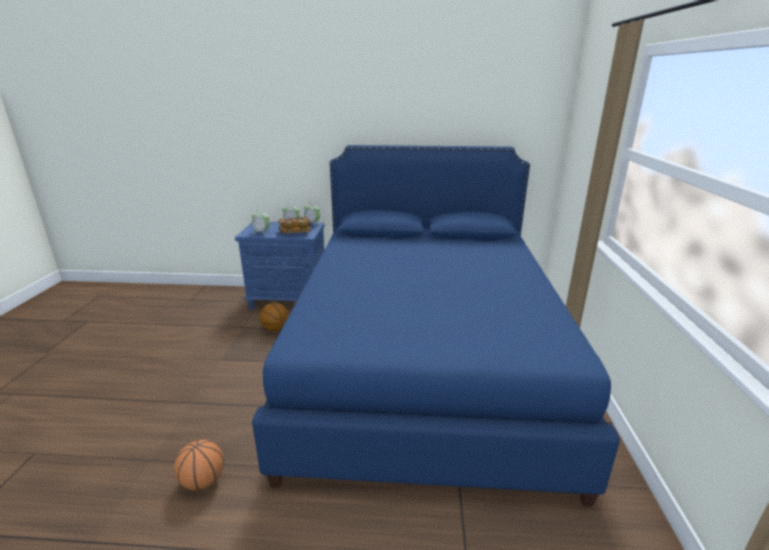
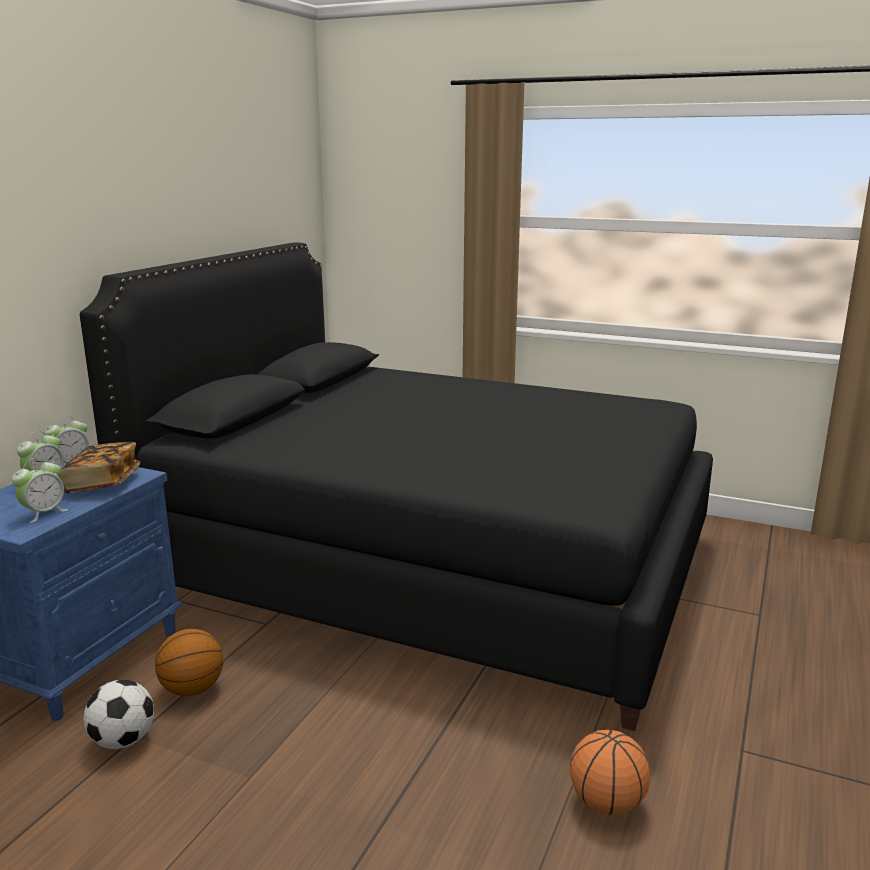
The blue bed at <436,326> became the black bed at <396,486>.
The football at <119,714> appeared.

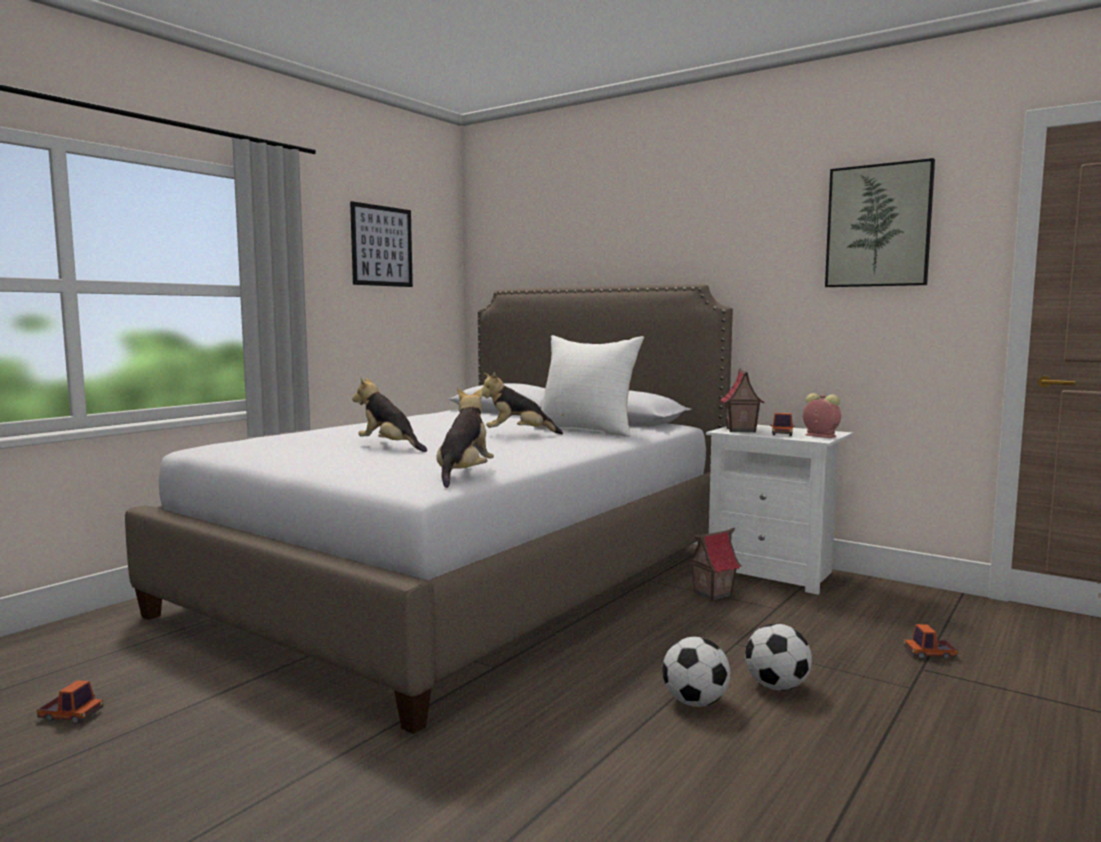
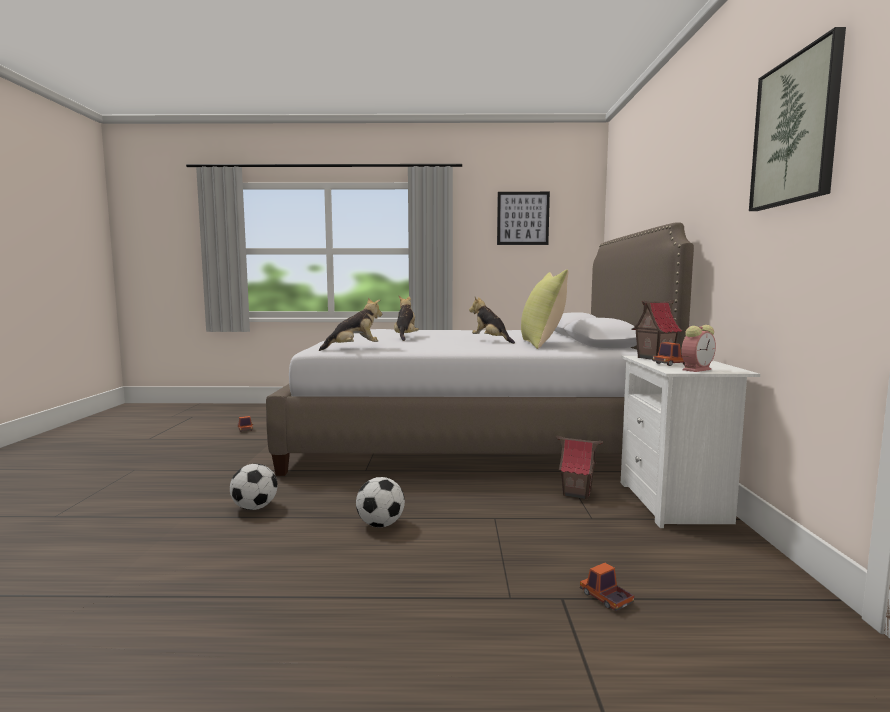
The football moved from <778,657> to <254,487>.
The white pillow at <589,386> became the yellow pillow at <545,309>.
The alarm clock at <822,415> turned 45 degrees clockwise.

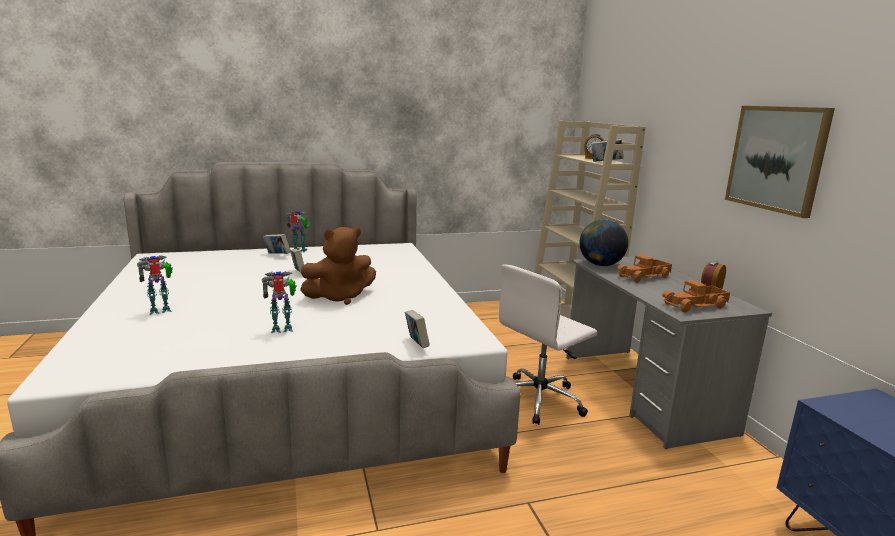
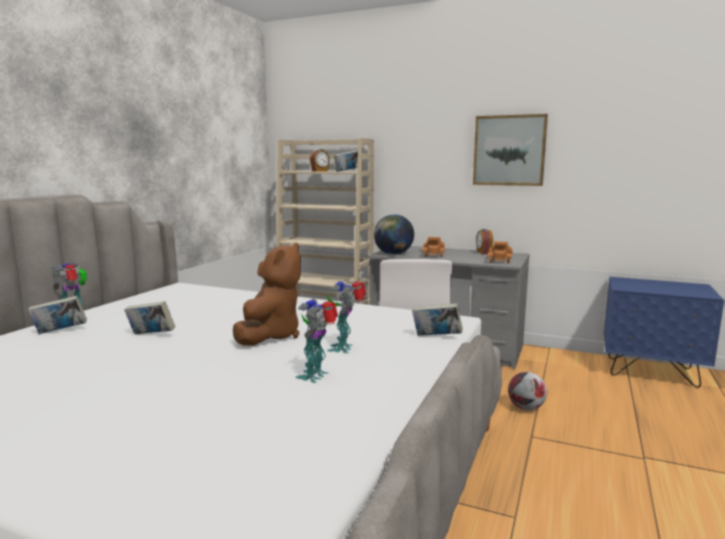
The toy robot moved from <155,285> to <346,317>.
The football at <527,391> appeared.

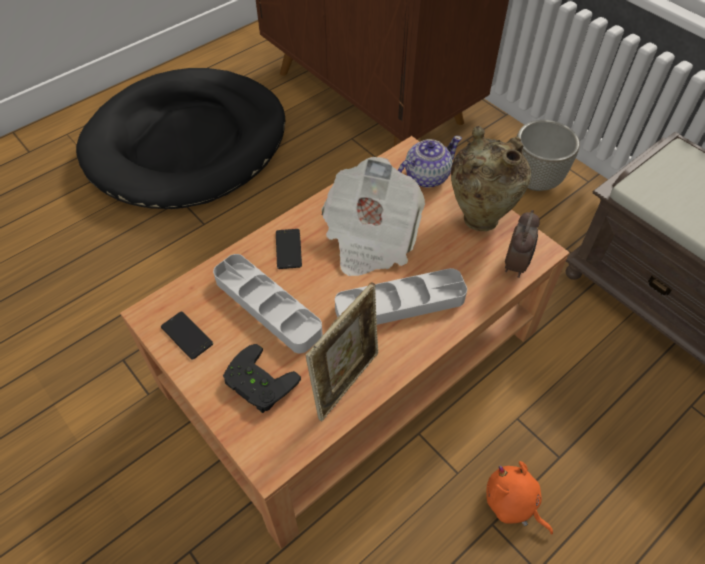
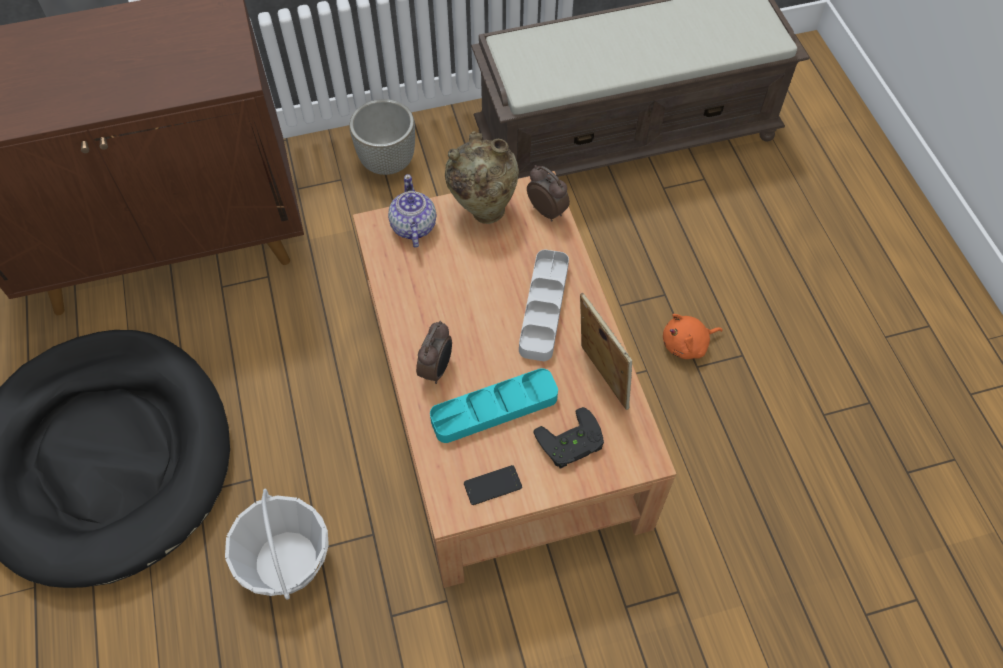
The basket at <277,544> appeared.
The phone at <289,249> was replaced by the alarm clock at <434,352>.
The grey tray at <268,303> became the turquoise tray at <494,405>.
The newspaper at <373,216> disappeared.

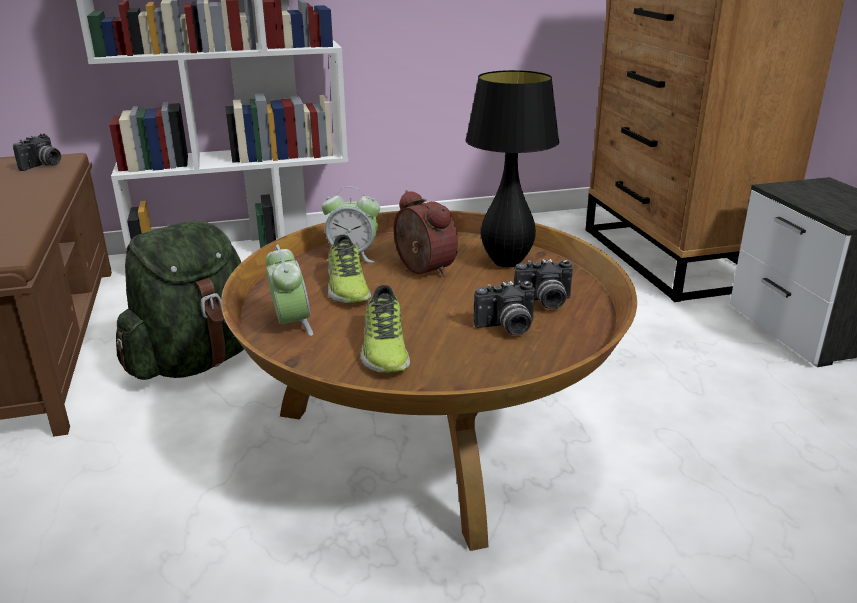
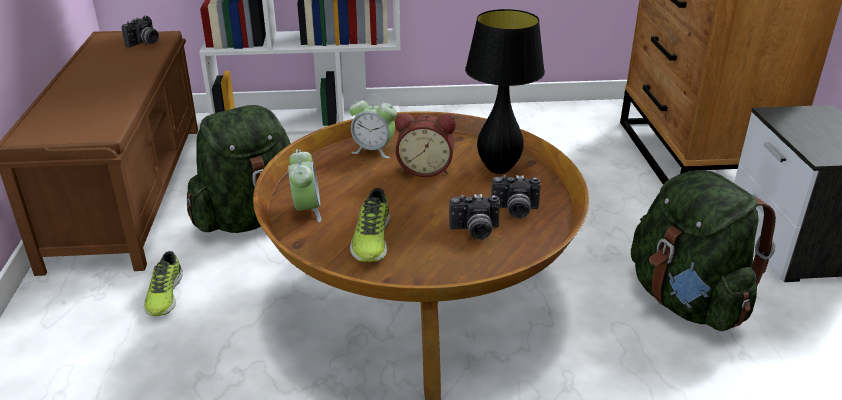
The shoe moved from <349,269> to <163,283>.
The alarm clock at <426,233> turned 120 degrees clockwise.
The green backpack at <703,250> appeared.

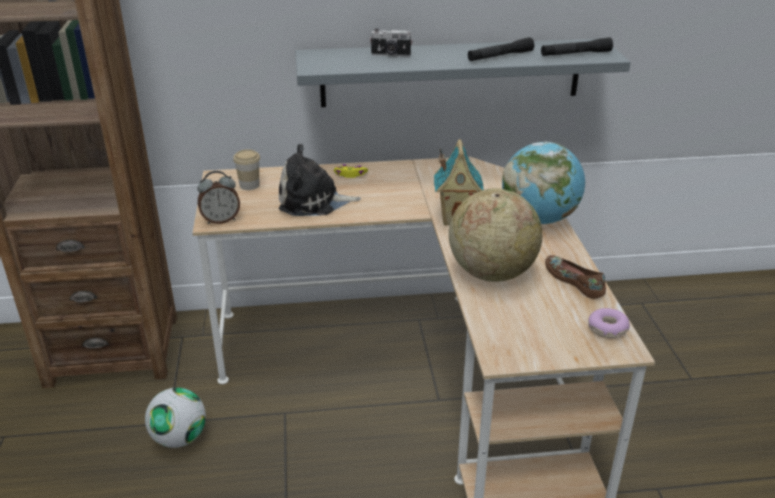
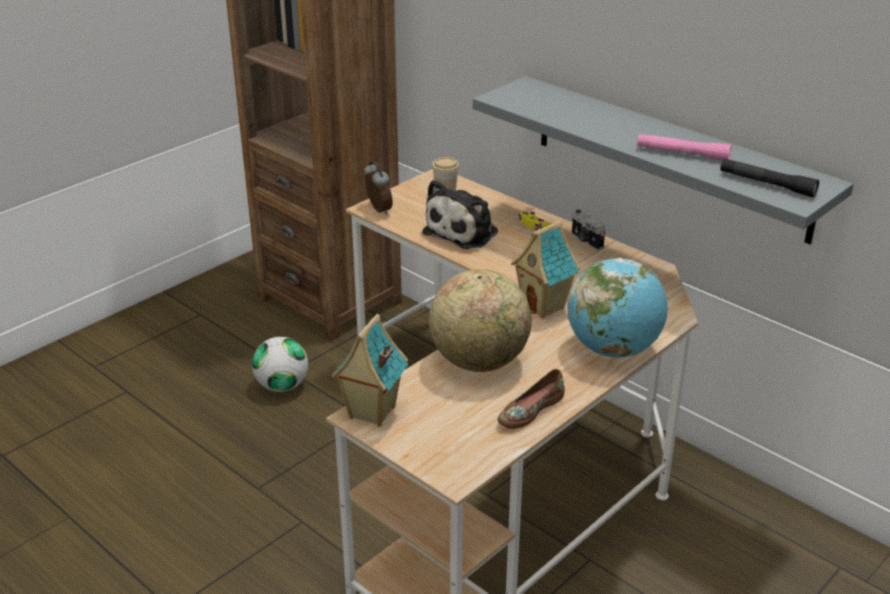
The toy house at <370,370> appeared.
The alarm clock at <218,197> turned 150 degrees counterclockwise.
The plush toy at <320,180> turned 105 degrees counterclockwise.
The brown shoe at <575,277> turned 150 degrees counterclockwise.
The photo camera moved from <391,42> to <588,230>.
The black flashlight at <501,49> became the pink flashlight at <684,147>.
The donut at <609,323> disappeared.

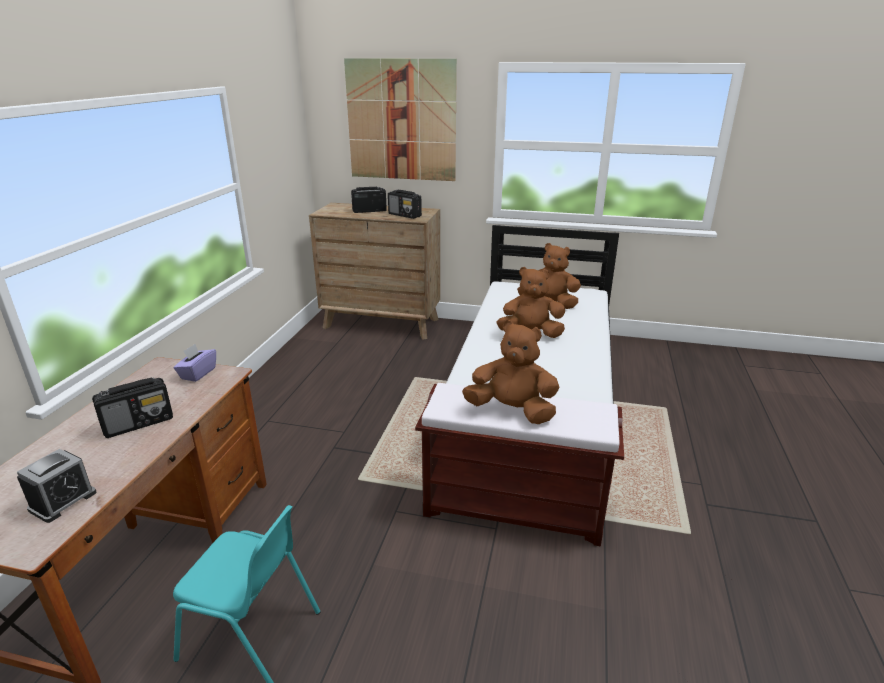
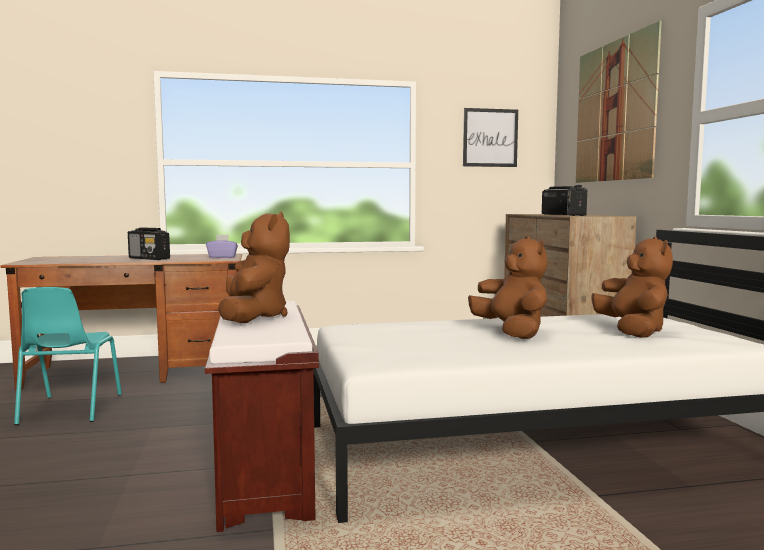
The picture at <490,137> appeared.
The alarm clock at <56,486> disappeared.

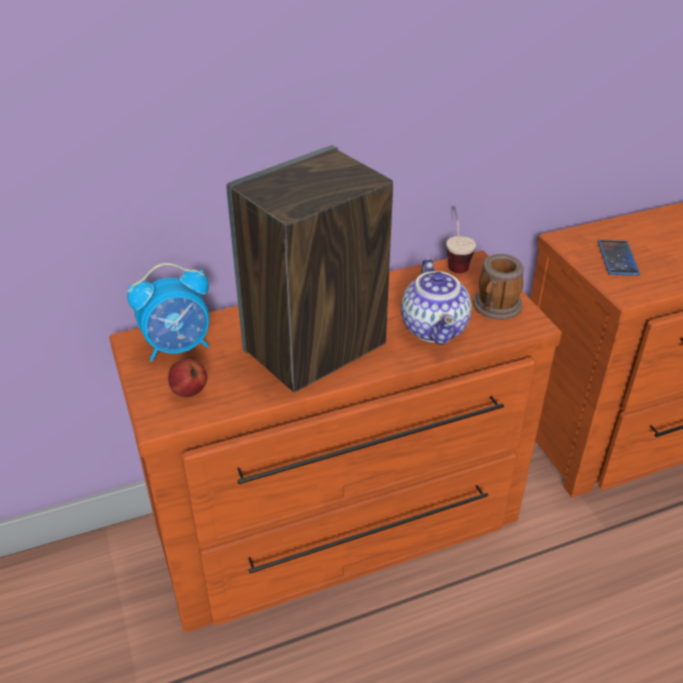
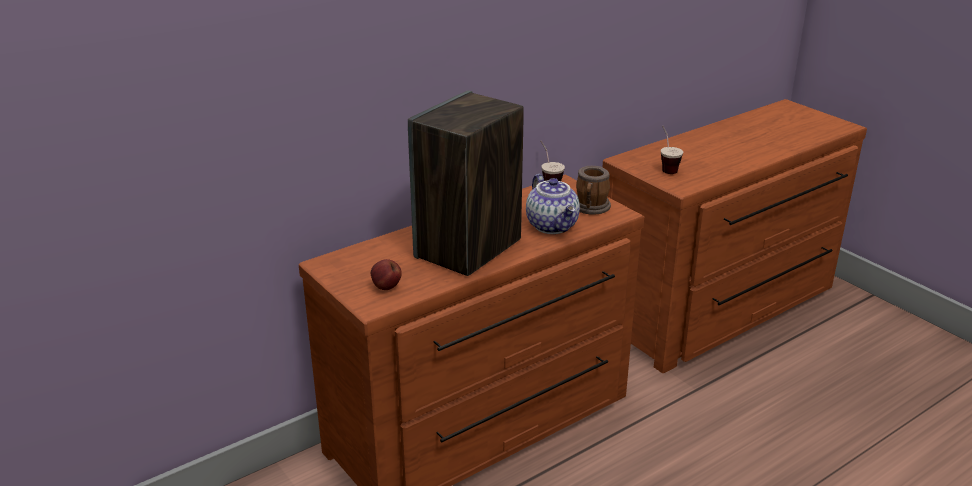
The phone at <619,258> was replaced by the cup at <672,150>.
The alarm clock at <168,312> disappeared.

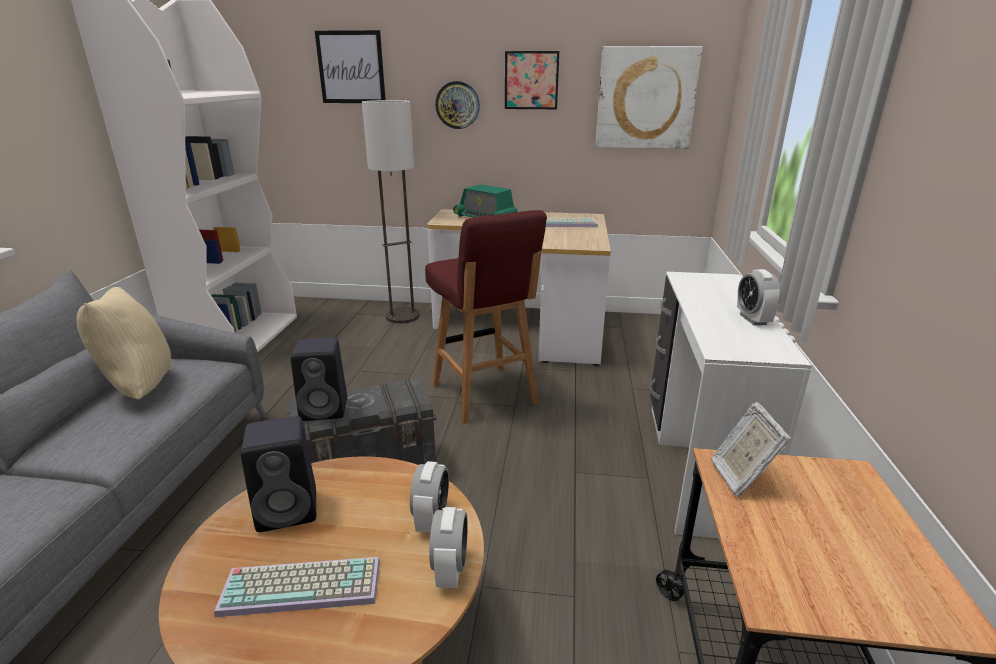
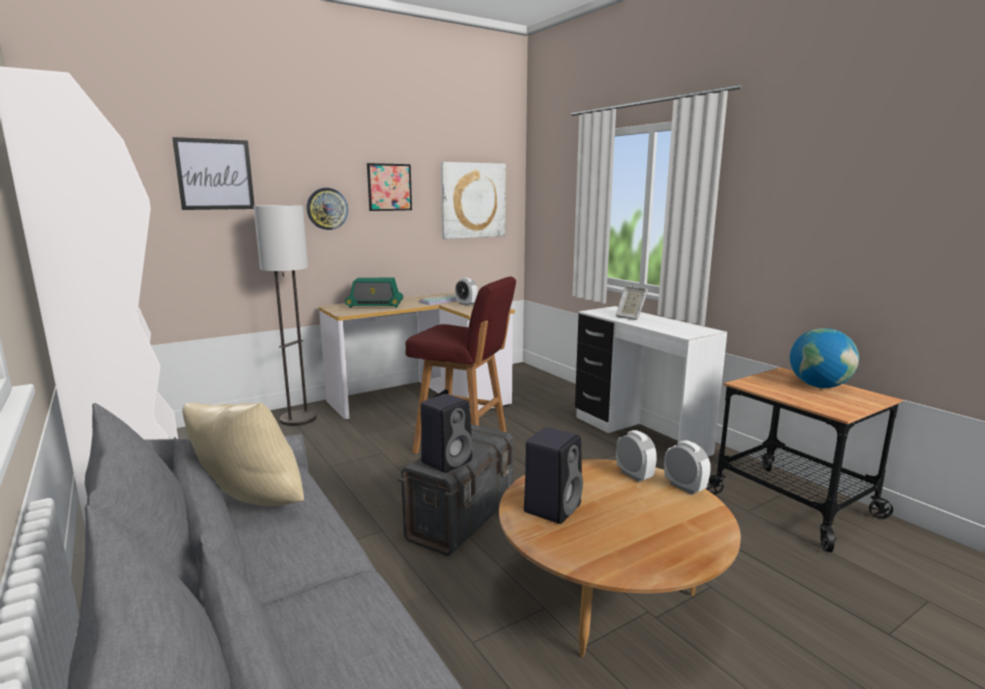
The alarm clock moved from <759,297> to <466,292>.
The picture frame moved from <751,449> to <632,303>.
The globe at <824,358> appeared.
The keyboard at <297,587> disappeared.

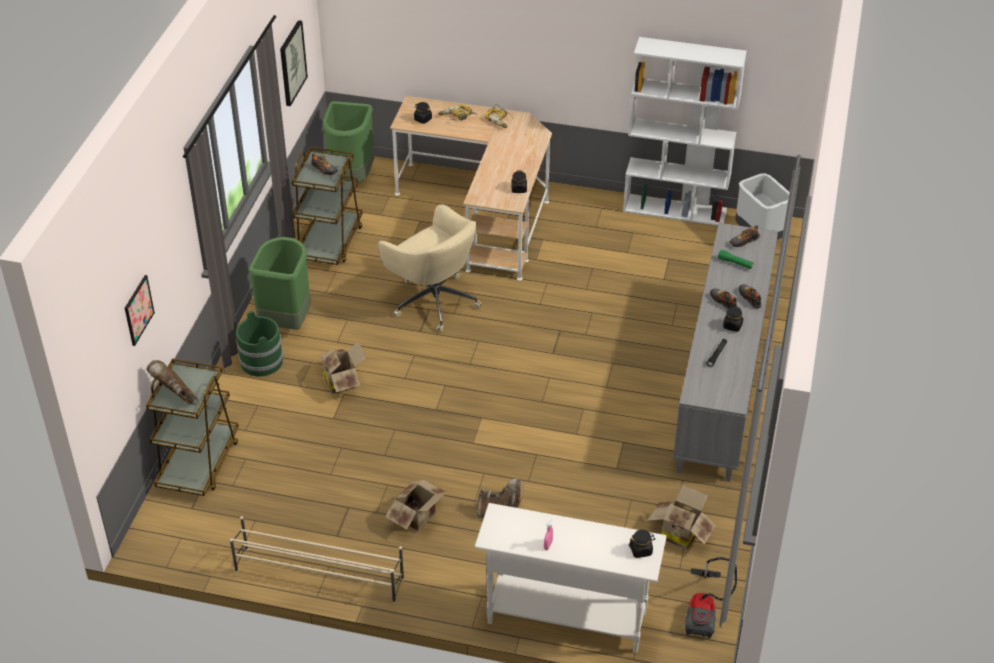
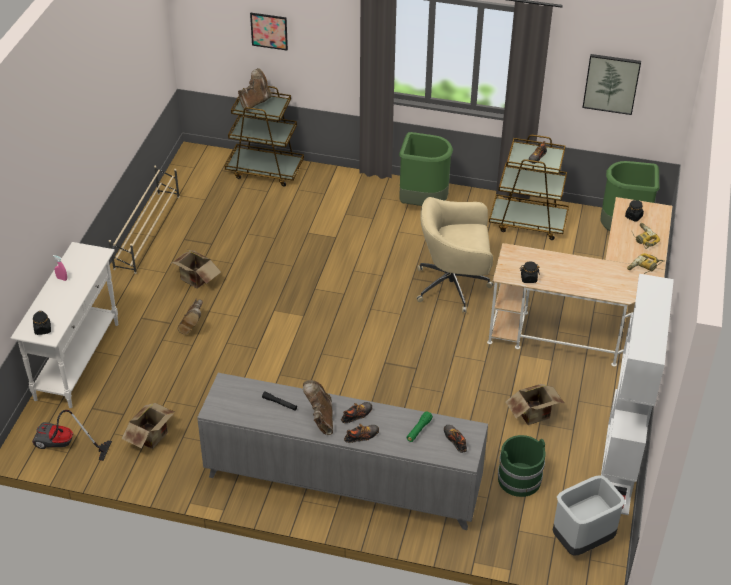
The black jar at <733,319> was replaced by the brown boot at <318,407>.
The beige office chair at <430,268> turned 45 degrees clockwise.
The green bucket moved from <259,343> to <521,466>.
The cardboard box moved from <342,367> to <535,404>.

